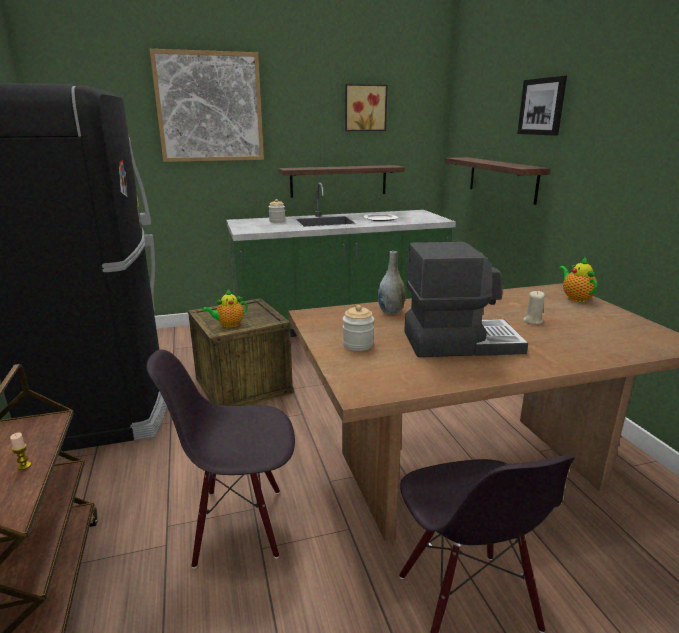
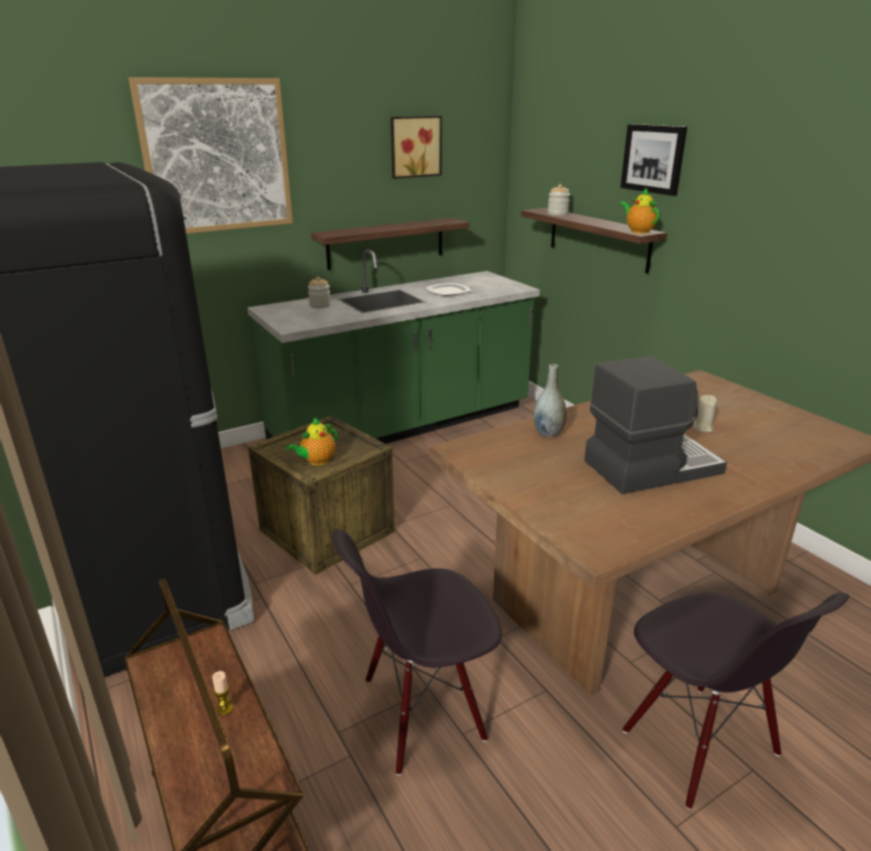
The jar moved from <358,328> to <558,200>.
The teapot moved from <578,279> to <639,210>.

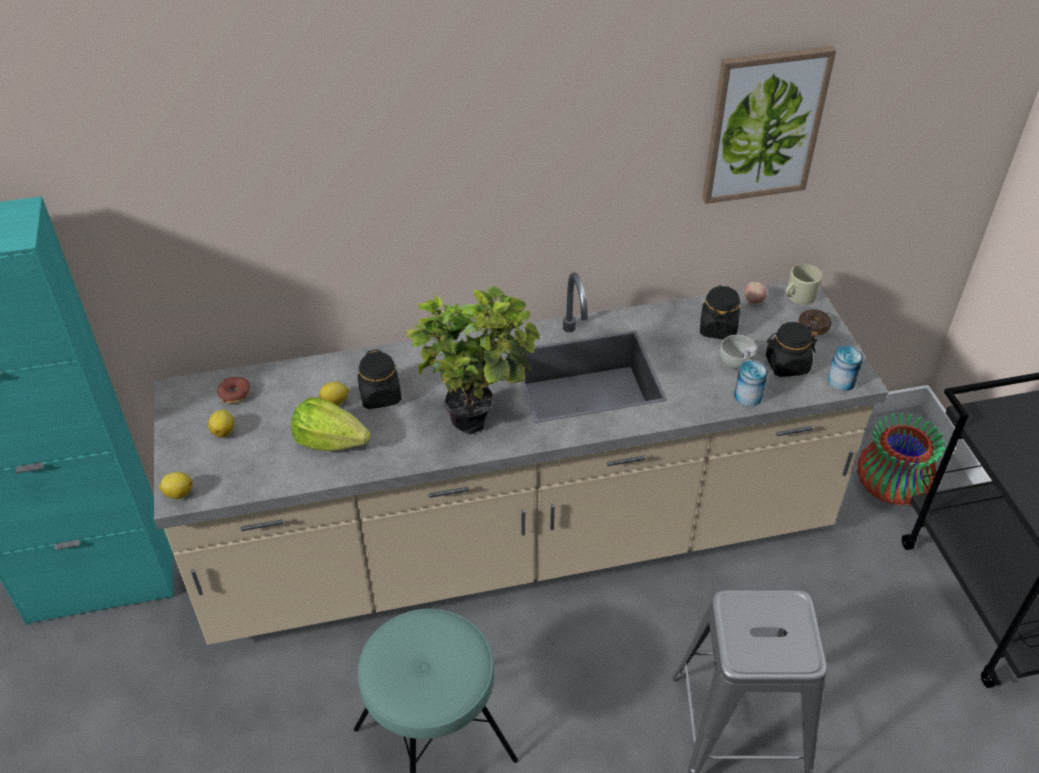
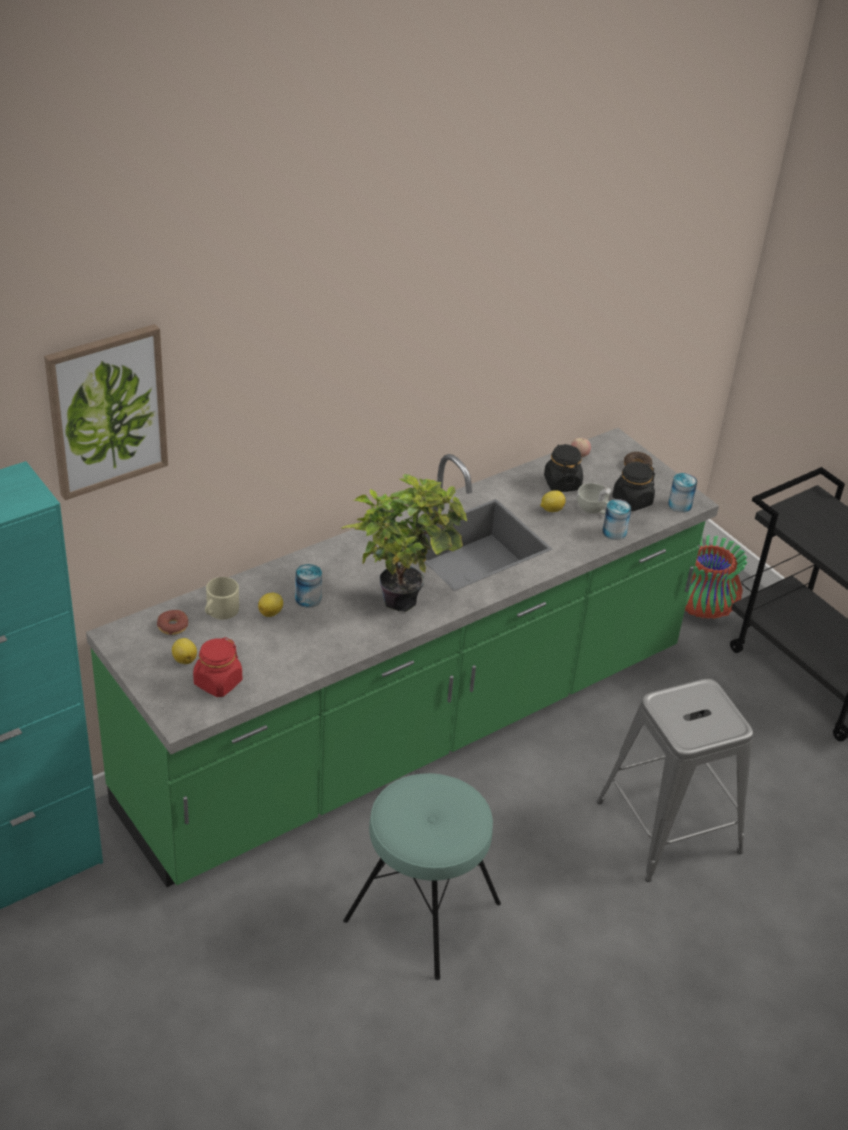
The picture moved from <769,125> to <106,412>.
The beige counter at <521,459> became the green counter at <402,657>.
The red jar at <217,667> appeared.
The beige mug moved from <804,284> to <222,598>.
The black jar at <379,379> was replaced by the can at <308,586>.
The lemon moved from <176,485> to <553,501>.
The lettuce at <331,424> disappeared.

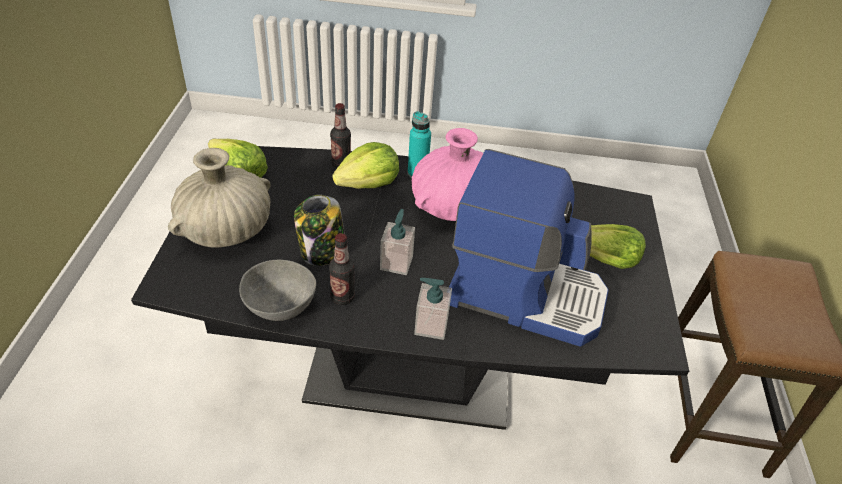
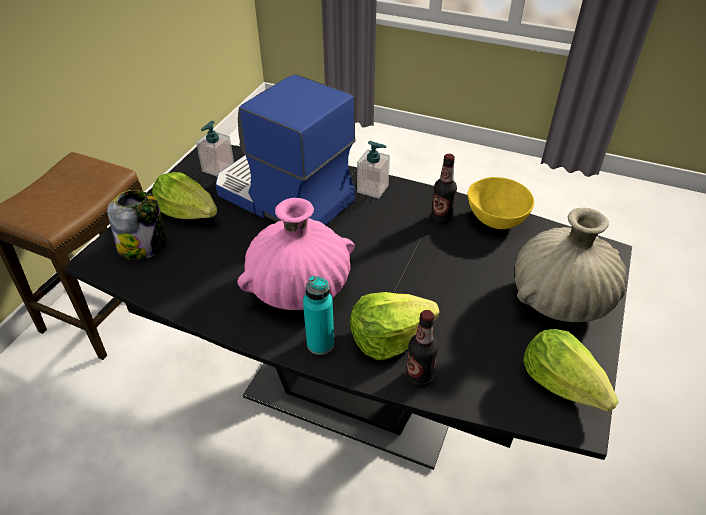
The jar moved from <319,230> to <136,225>.
The soap dispenser moved from <397,242> to <215,148>.
The grey bowl at <277,290> became the yellow bowl at <501,203>.

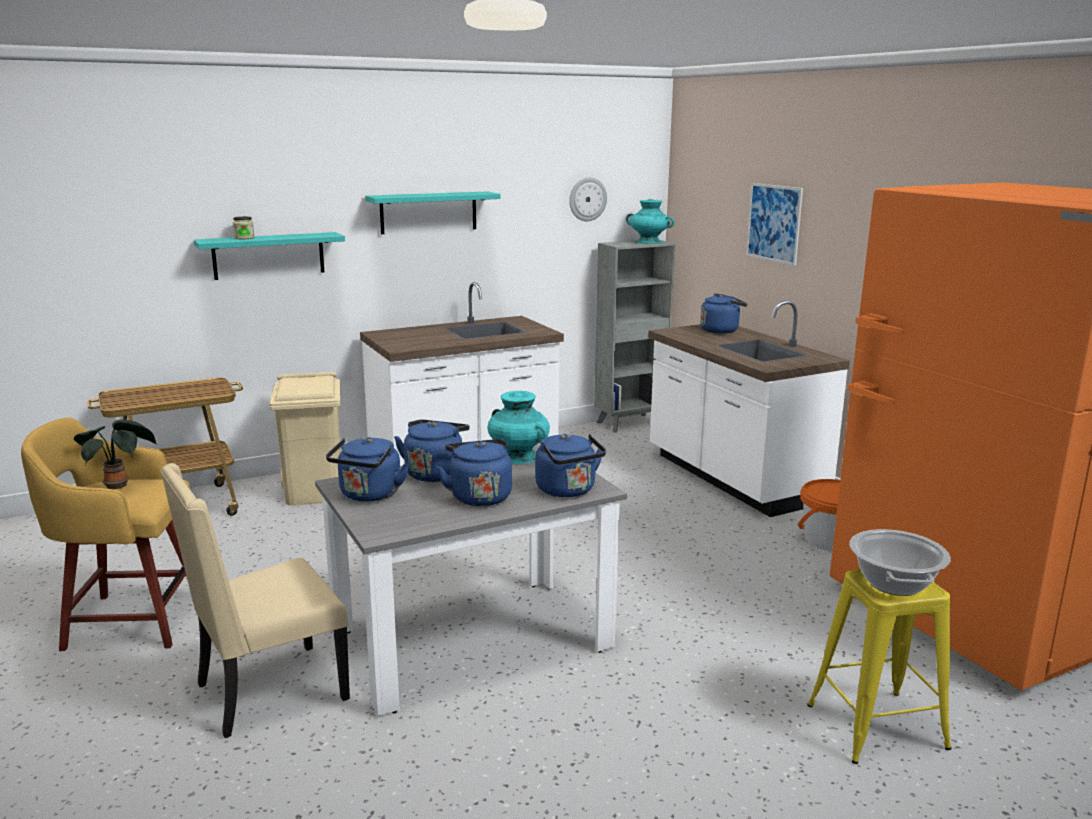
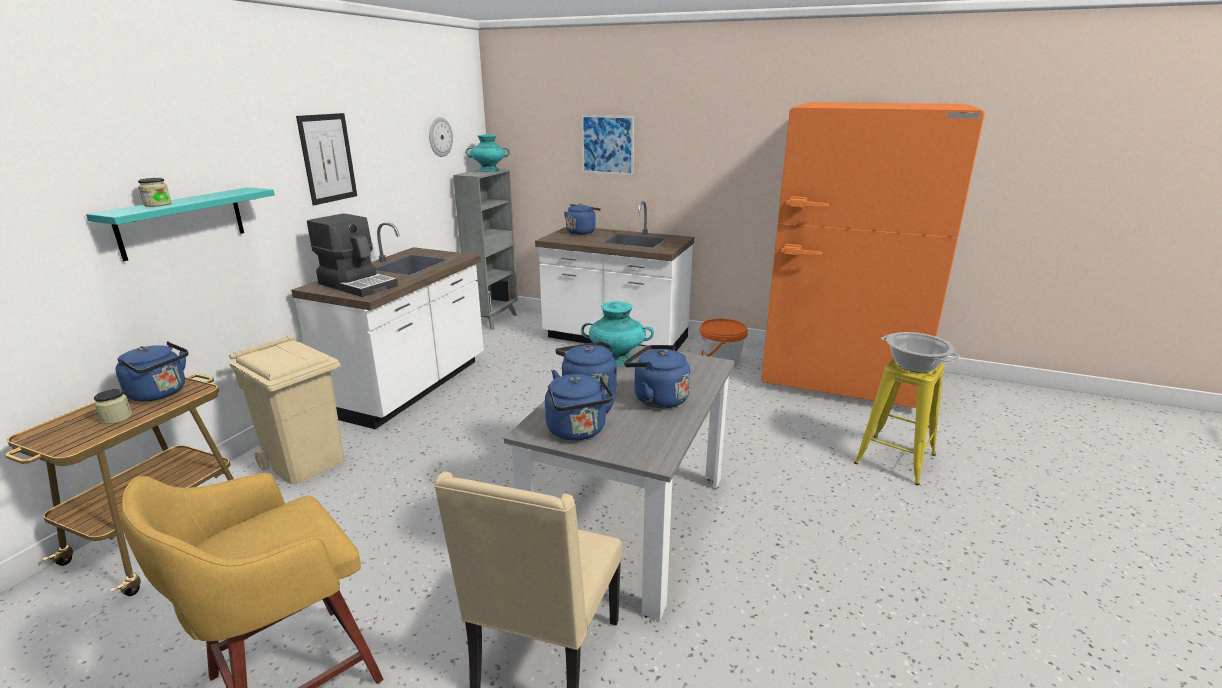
The jar at <113,406> appeared.
The blue kettle moved from <570,465> to <152,371>.
The turquoise shelf at <432,212> was replaced by the picture at <326,159>.
The coffee machine at <352,255> appeared.
The potted plant at <115,454> disappeared.

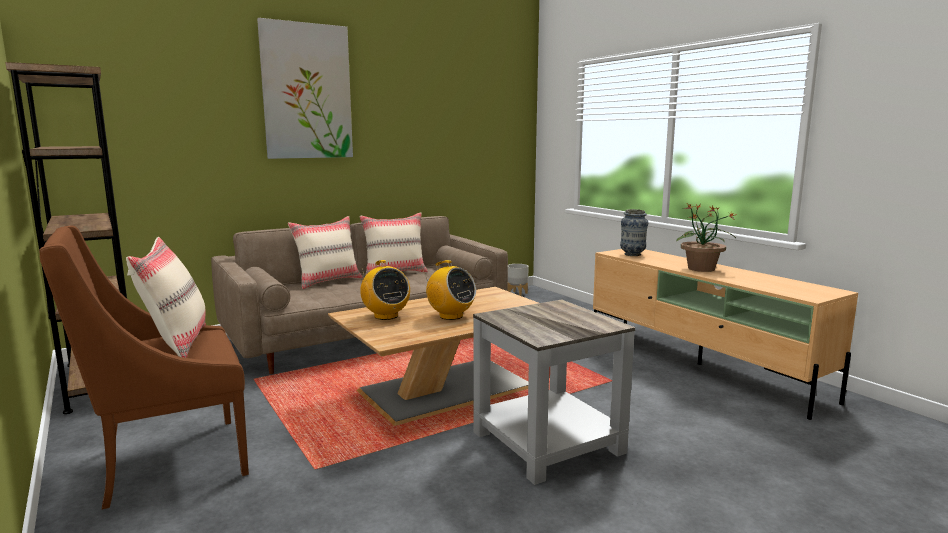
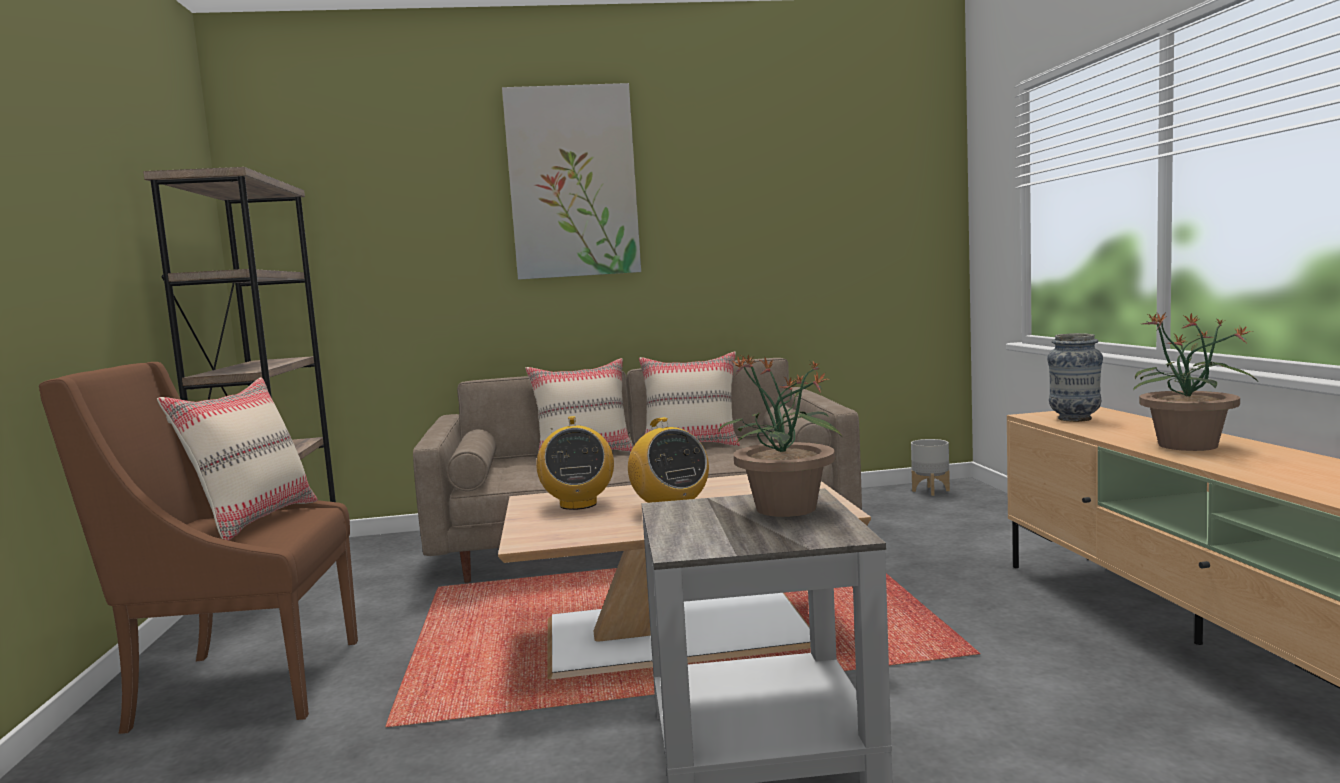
The potted plant at <780,435> appeared.

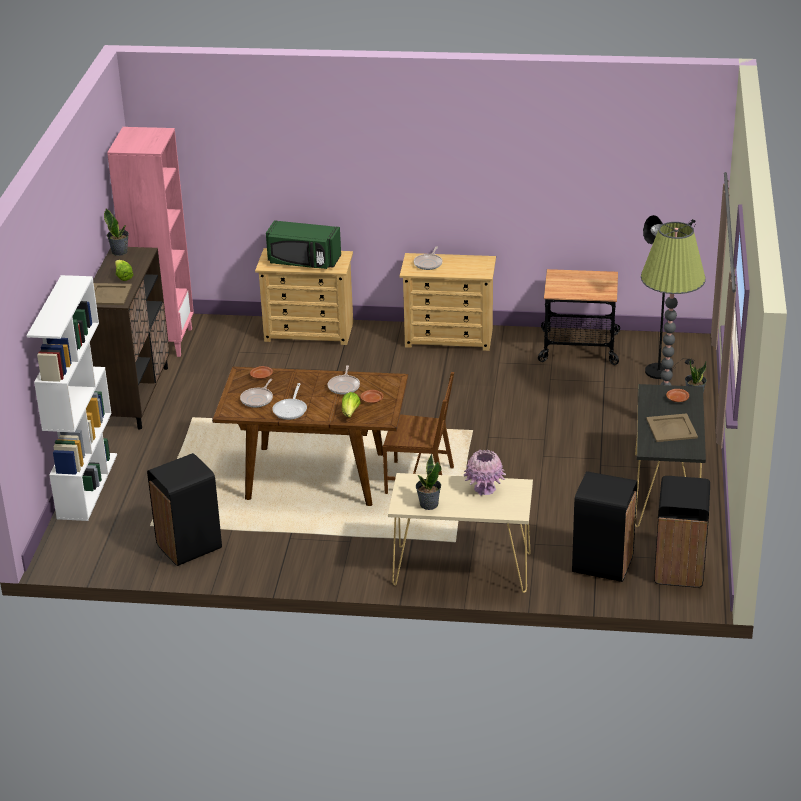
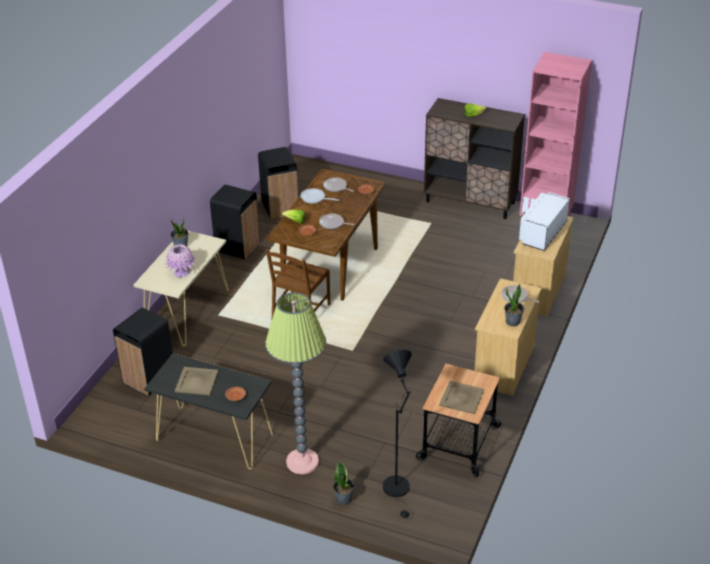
The black trash can moved from <682,532> to <235,222>.
The beige tray moved from <113,294> to <461,397>.
The potted plant moved from <116,232> to <514,305>.
The green microwave at <303,244> became the white microwave at <544,221>.
The white bookcase at <71,398> disappeared.

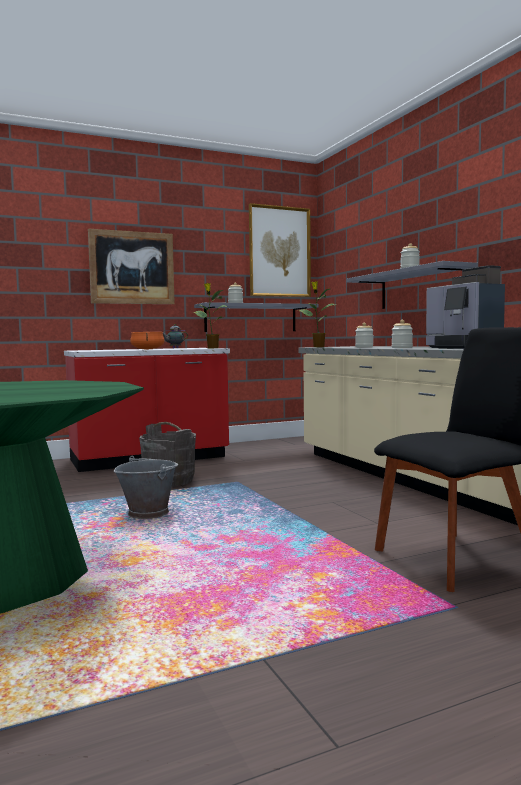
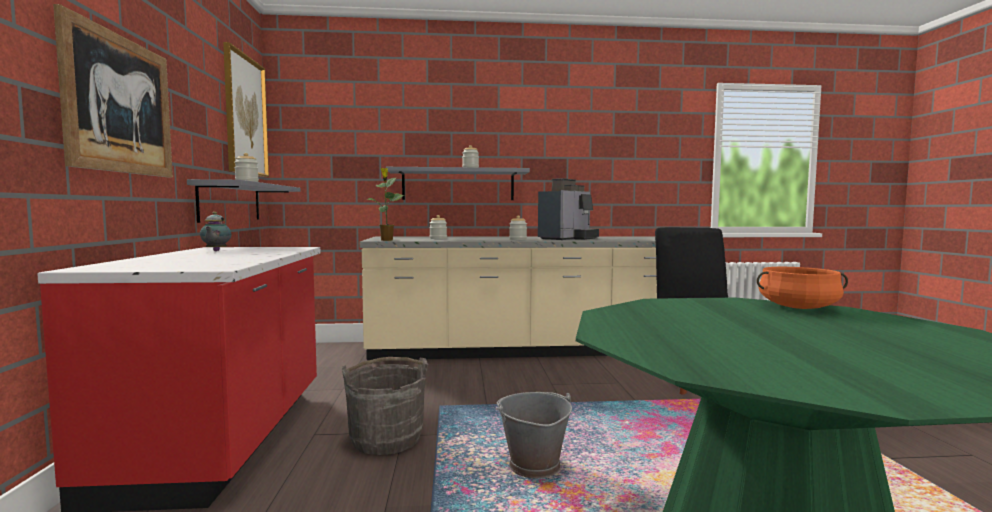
The coffee machine at <465,307> turned 45 degrees counterclockwise.
The orange cooking pot moved from <147,341> to <802,288>.
The potted plant at <210,315> disappeared.

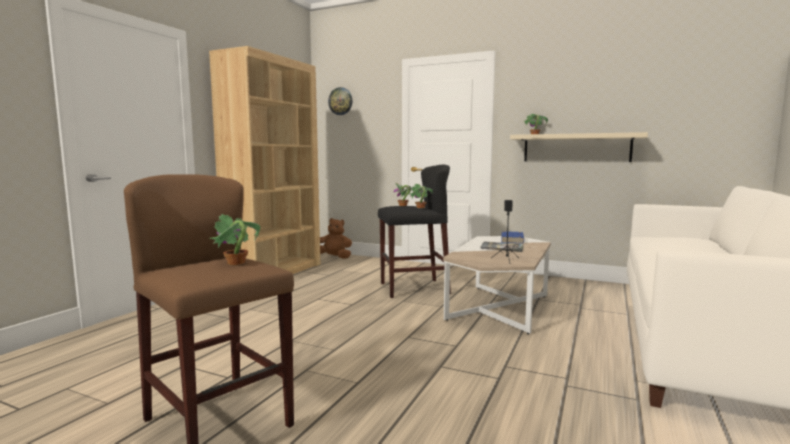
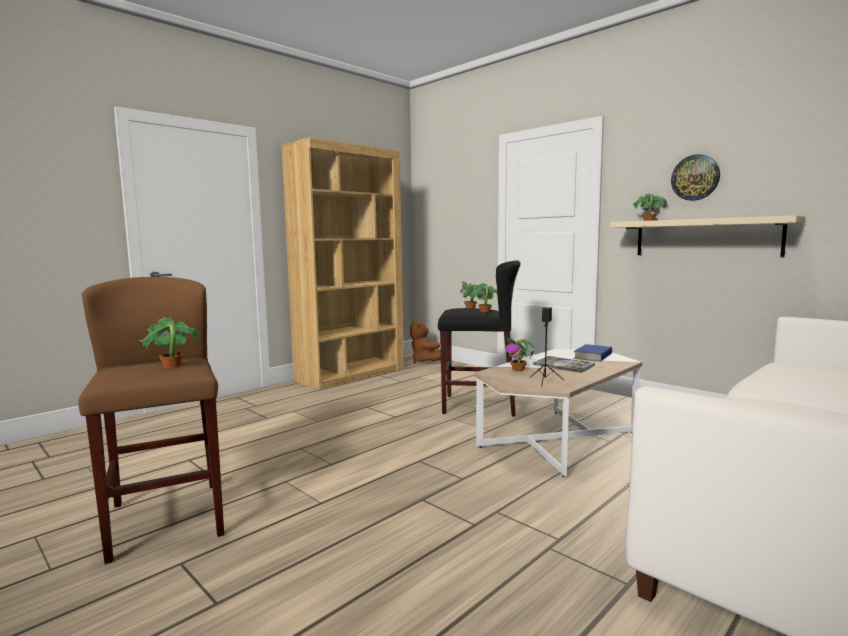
The brown plush toy at <336,238> turned 150 degrees counterclockwise.
The potted plant at <520,354> appeared.
The wall clock moved from <340,101> to <695,177>.

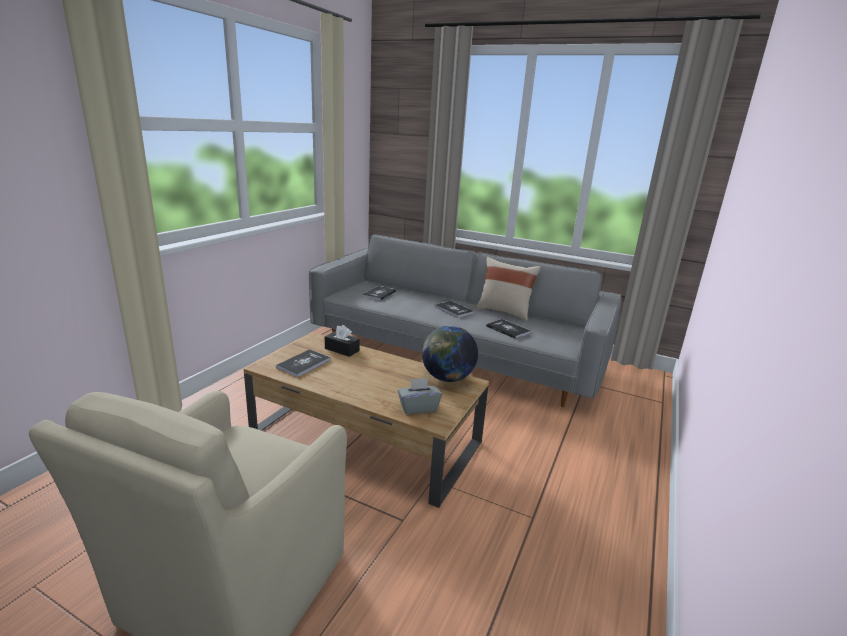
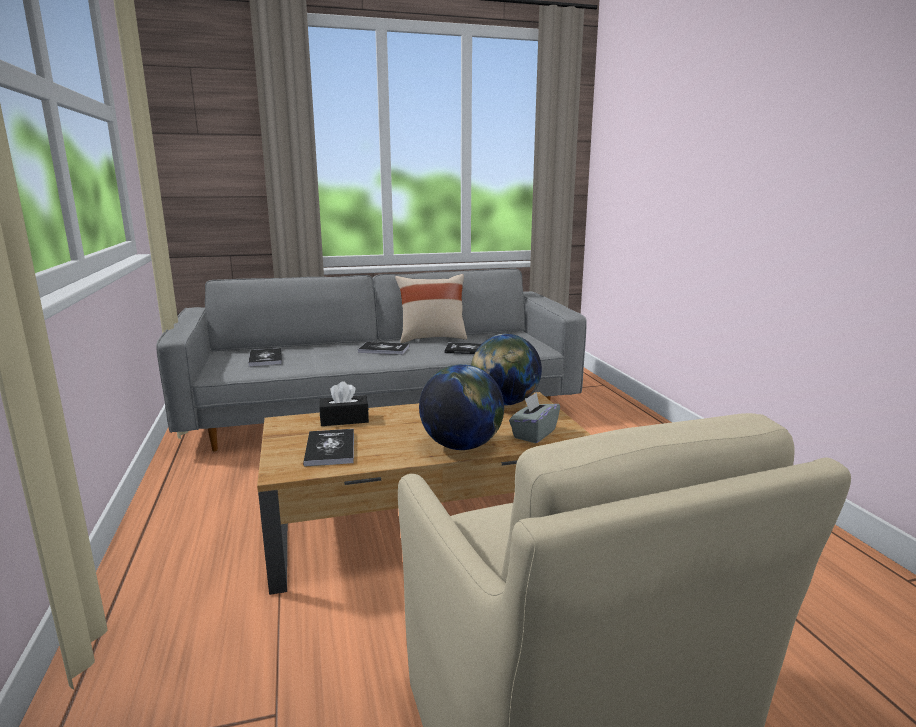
The globe at <461,407> appeared.

